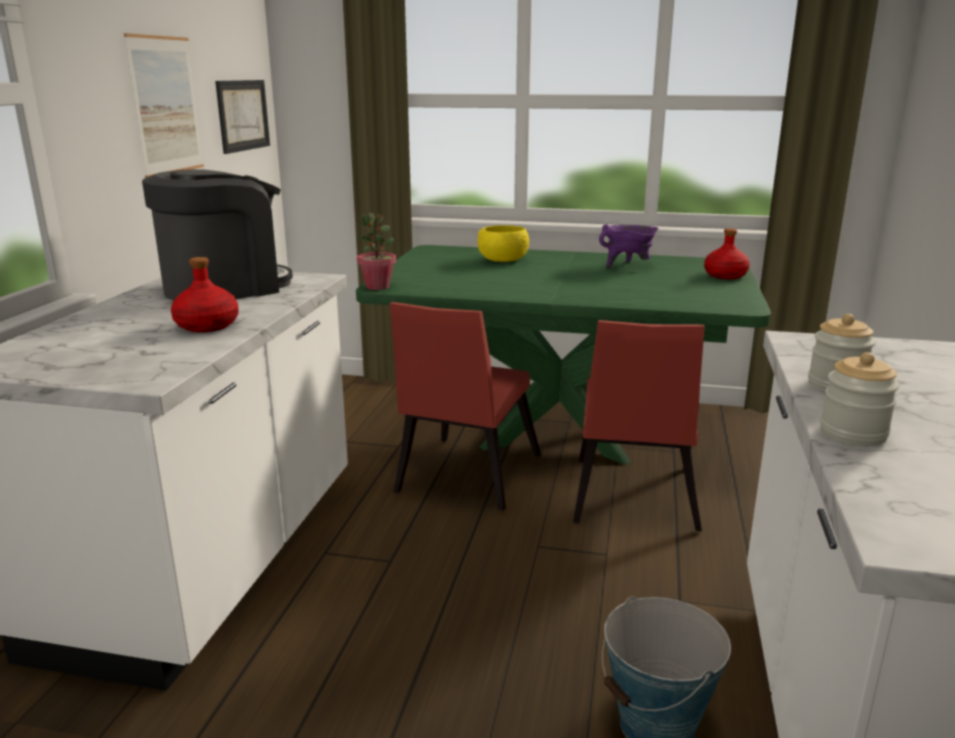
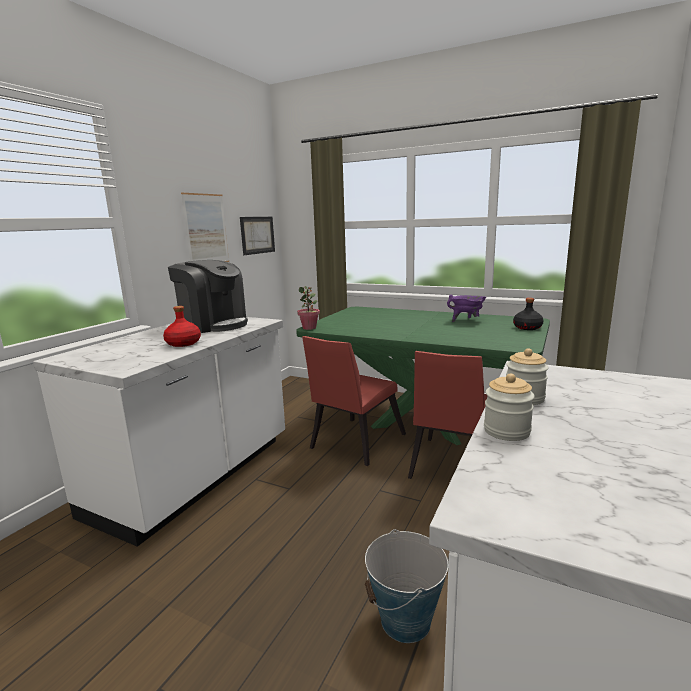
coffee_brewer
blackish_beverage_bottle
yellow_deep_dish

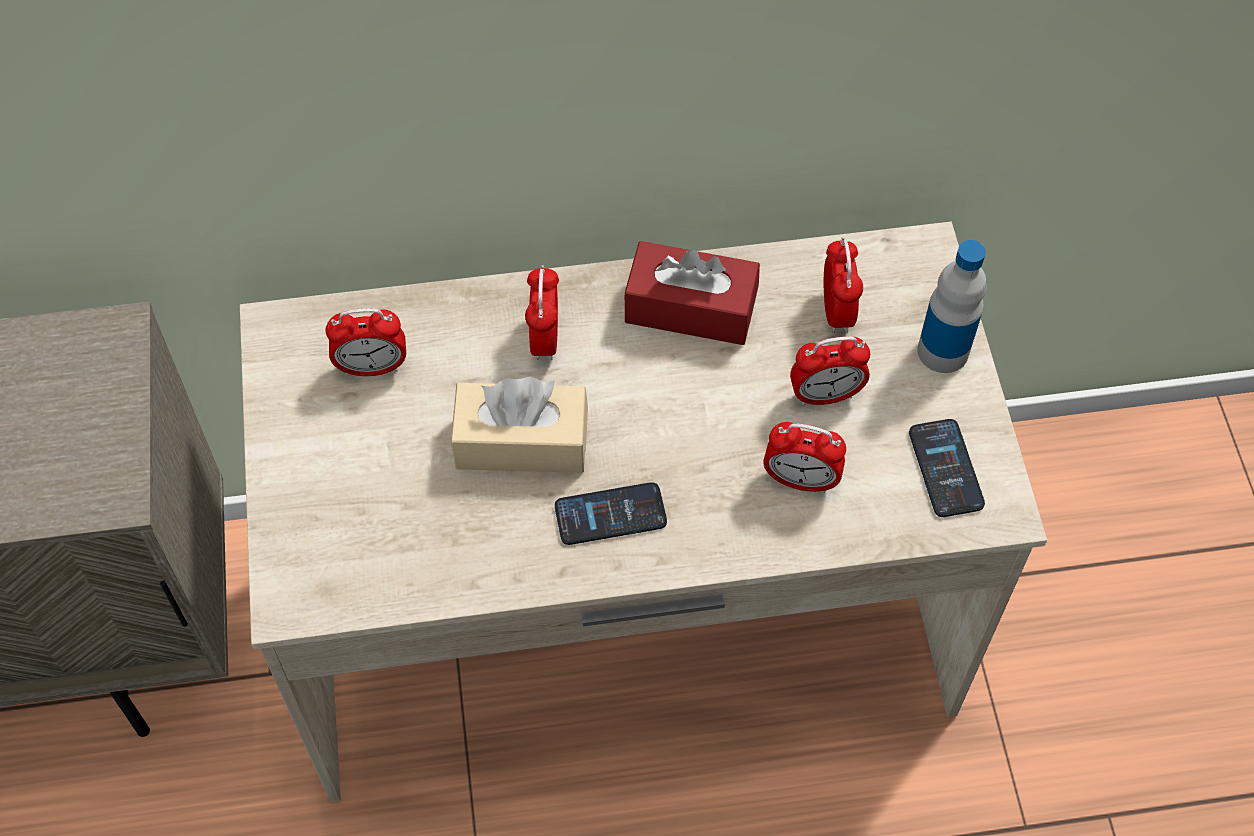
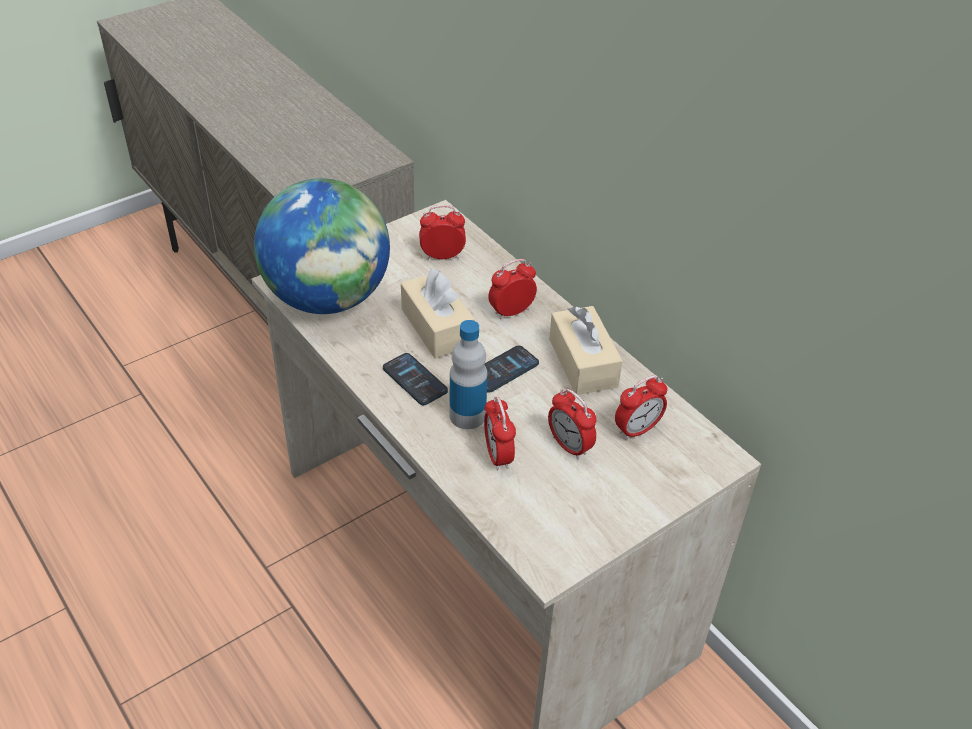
globe
bedside_clock (no. 1 from left)
beverage_bottle
phone (no. 2 from left)
sand-coloured_box_of_tissues (no. 2 from left)

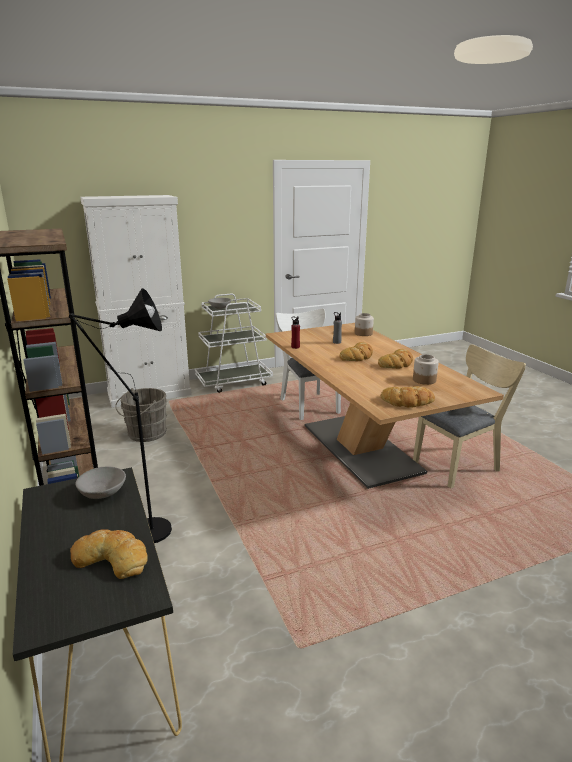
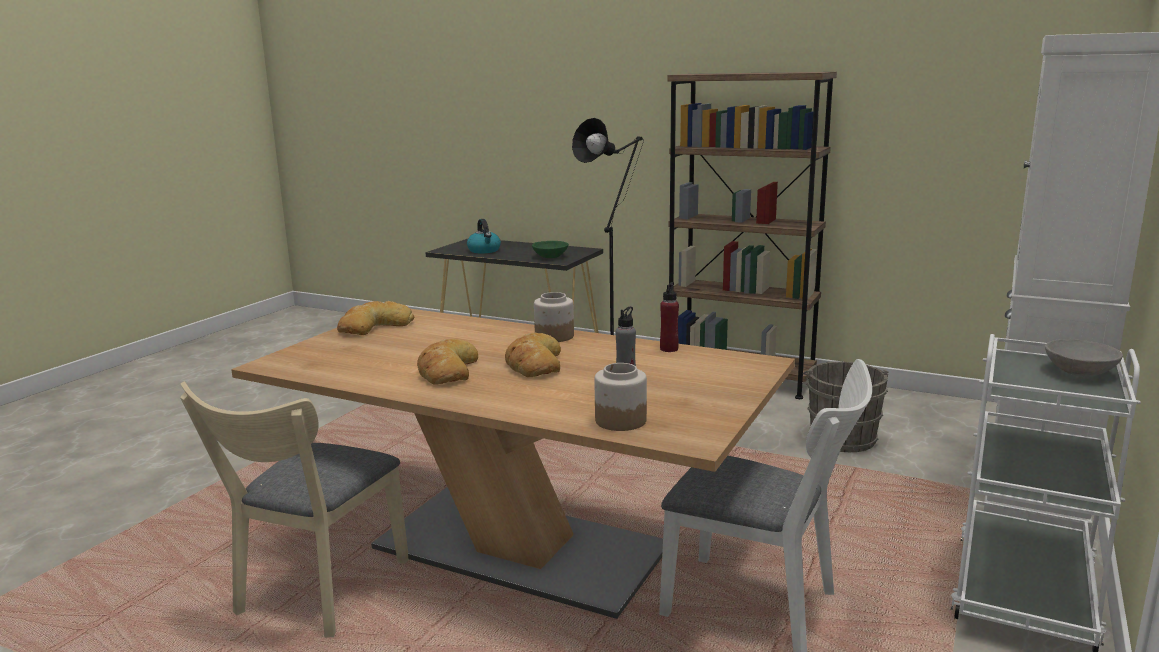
kettle
greenish_deep_dish
jar (no. 1 from left)

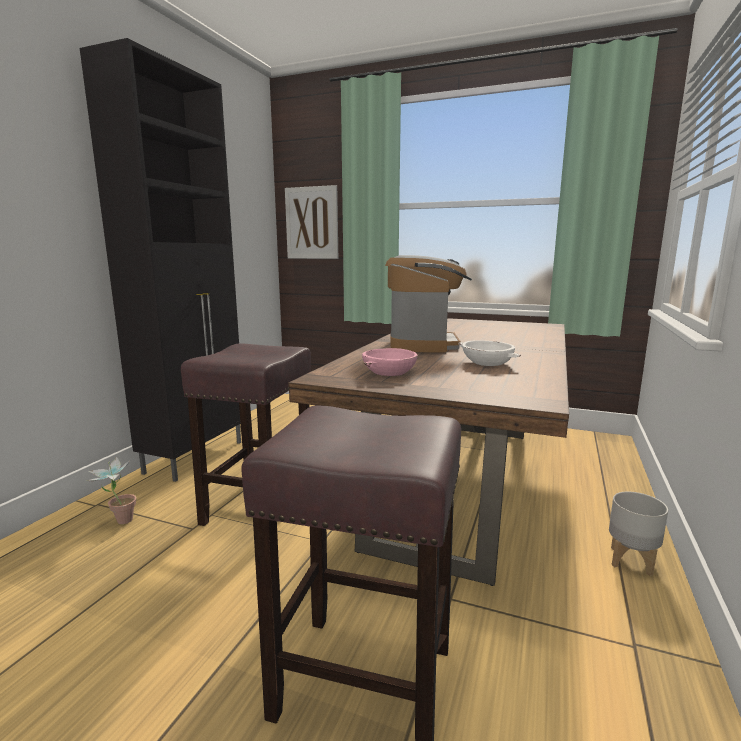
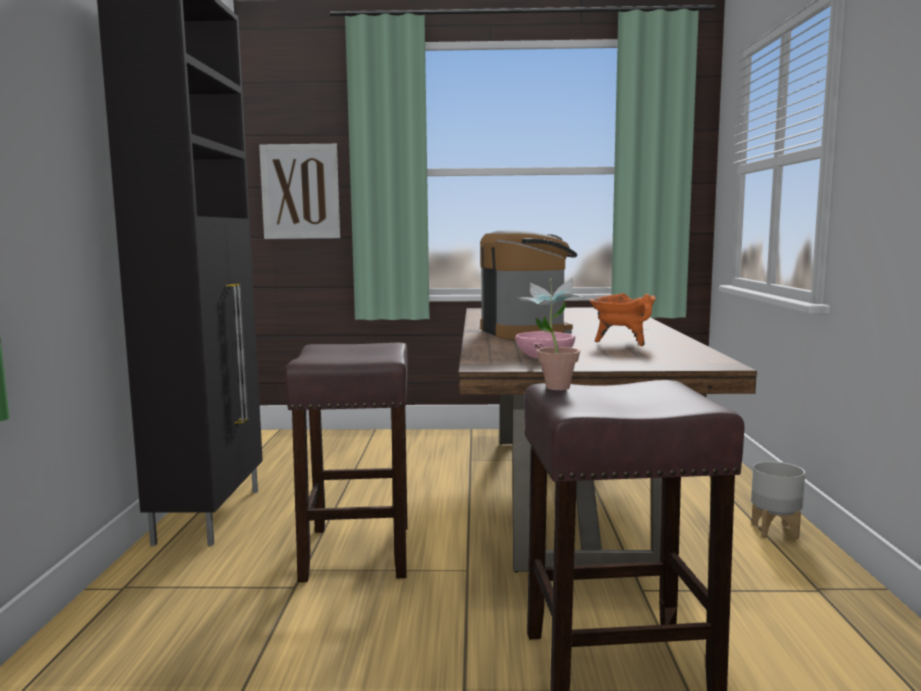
plant_in_a_pot
orange_stockpot

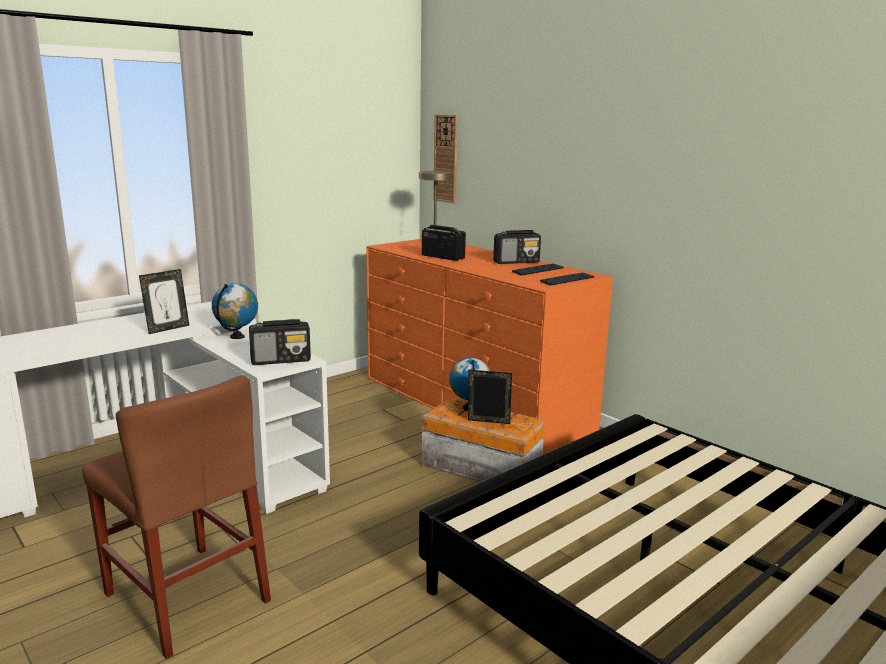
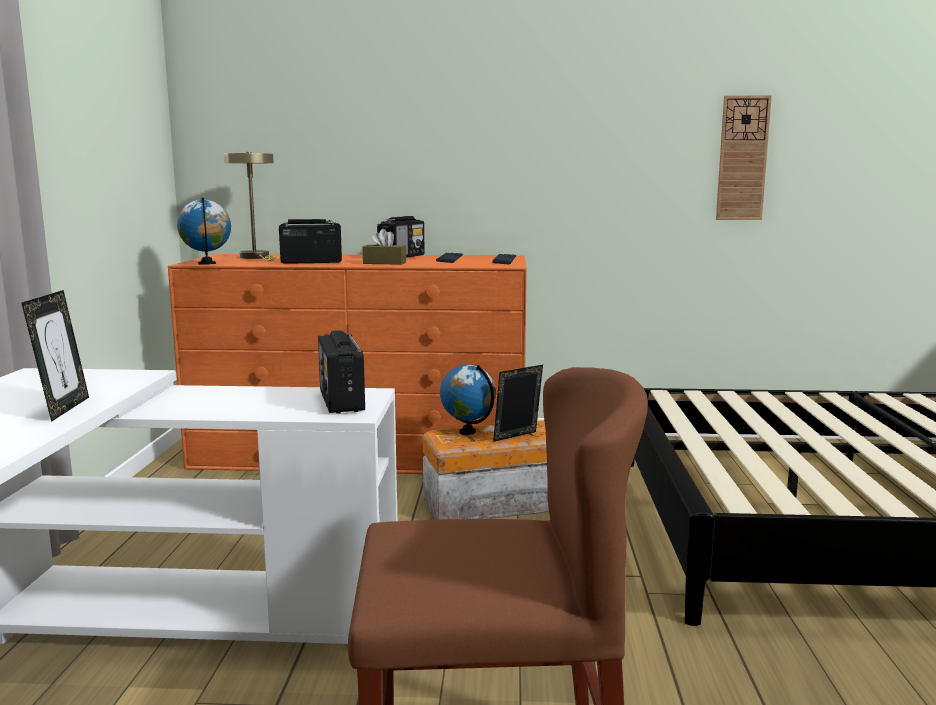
globe (no. 1 from left)
radio (no. 2 from left)
brown-coloured_box_of_tissues
hanging_clock

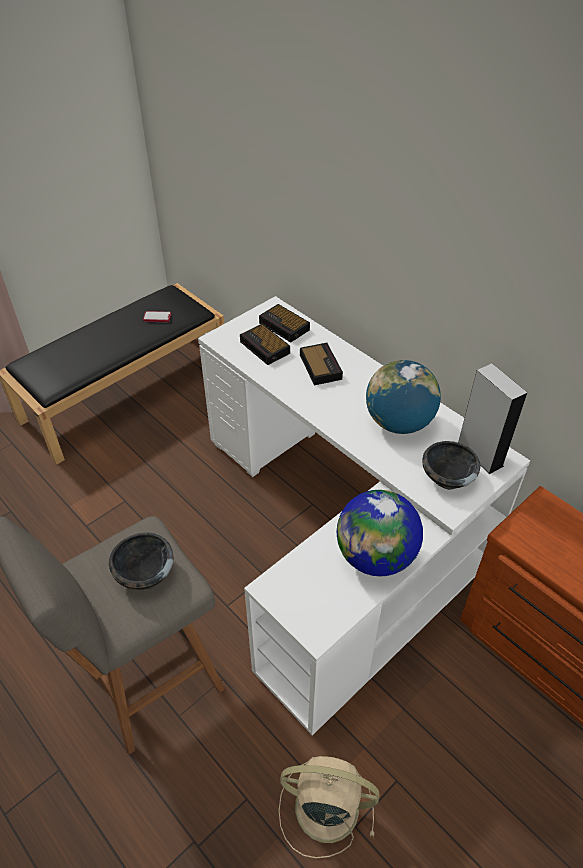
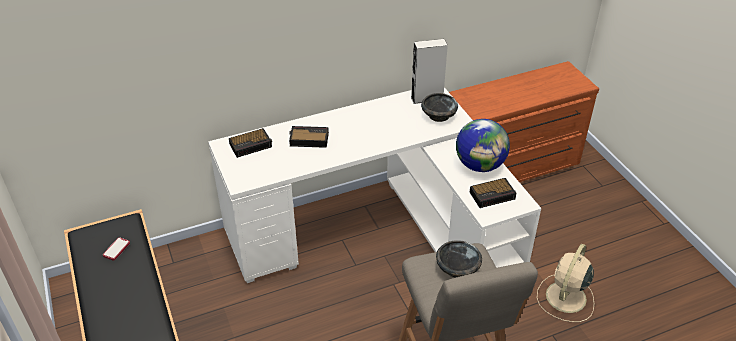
bedside_clock (no. 3 from left)
globe (no. 2 from left in the first image)

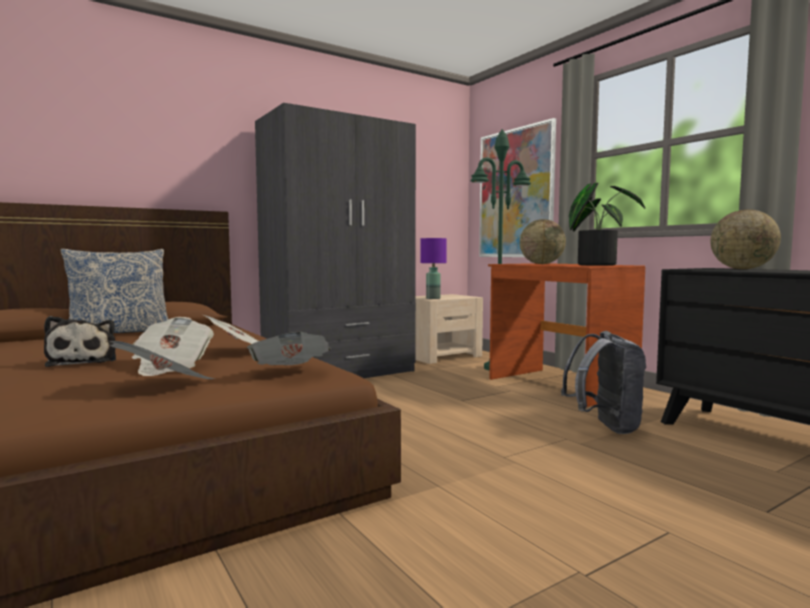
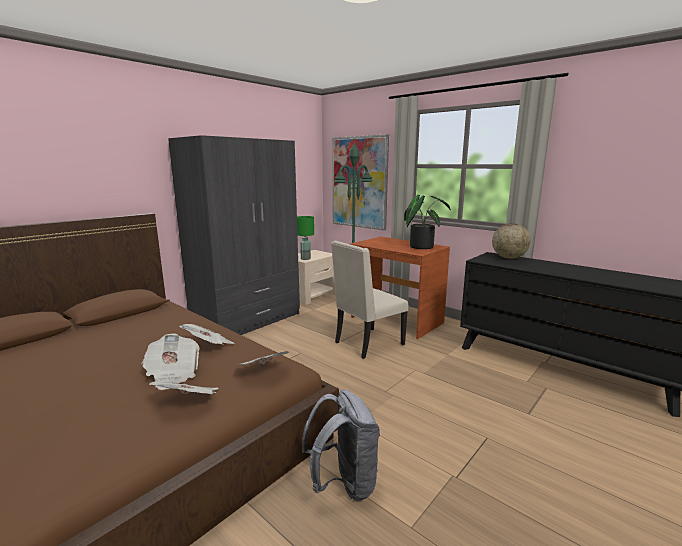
greenish_table_lamp
gray_rucksack
sand-coloured_plain_chair
plush_toy
throw_pillow
globe (no. 1 from left in the first image)

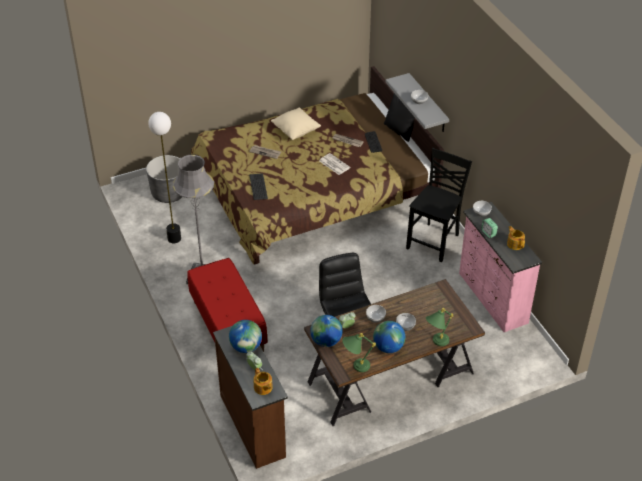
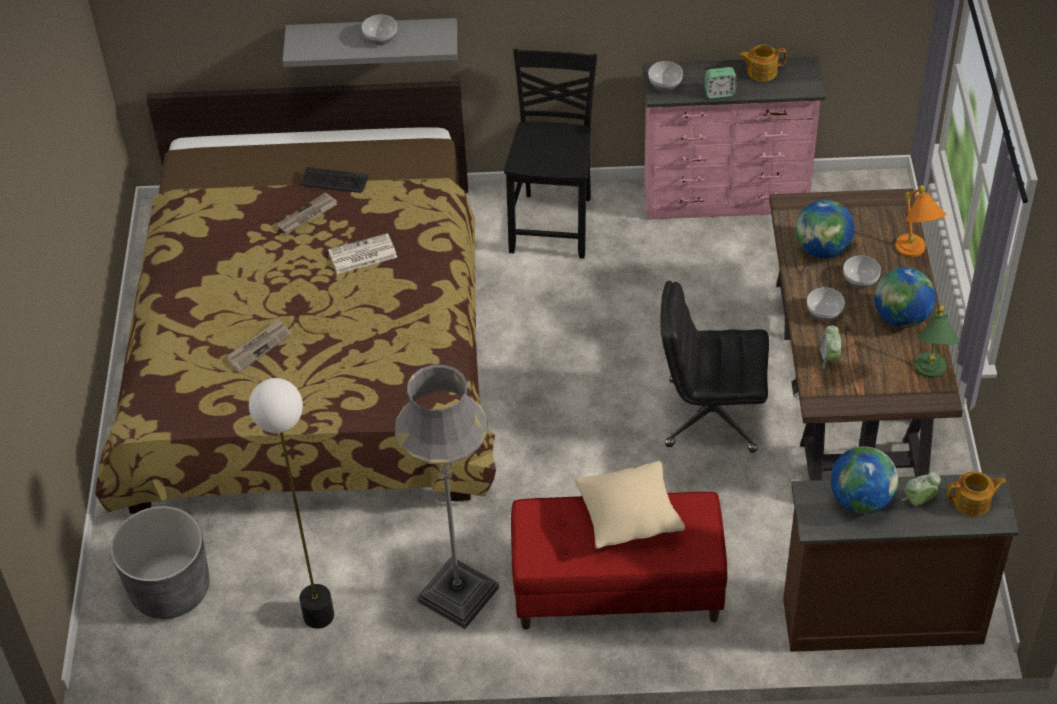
blackish_plain_chair
sand-coloured_throw_pillow
globe (no. 1 from left)
orange_table_lamp
keyboard (no. 1 from left in the first image)
blackish_throw_pillow

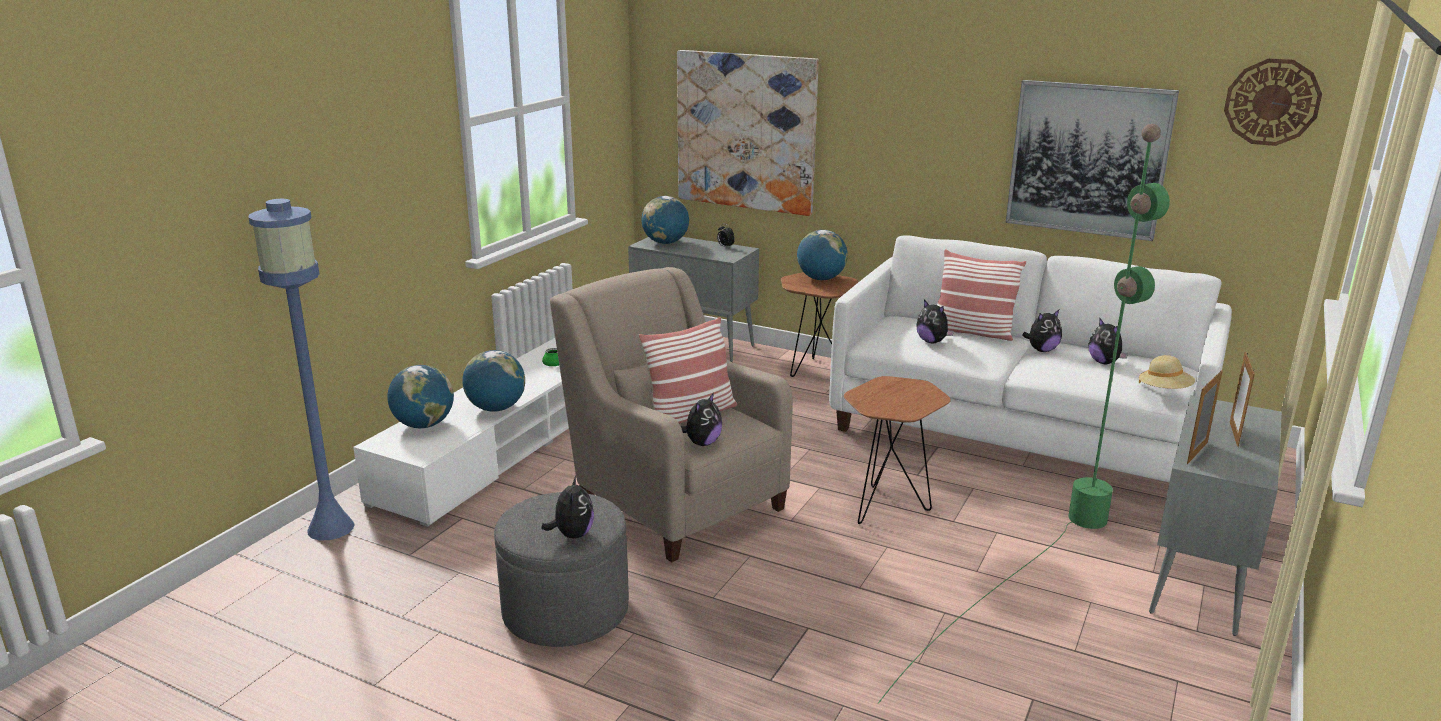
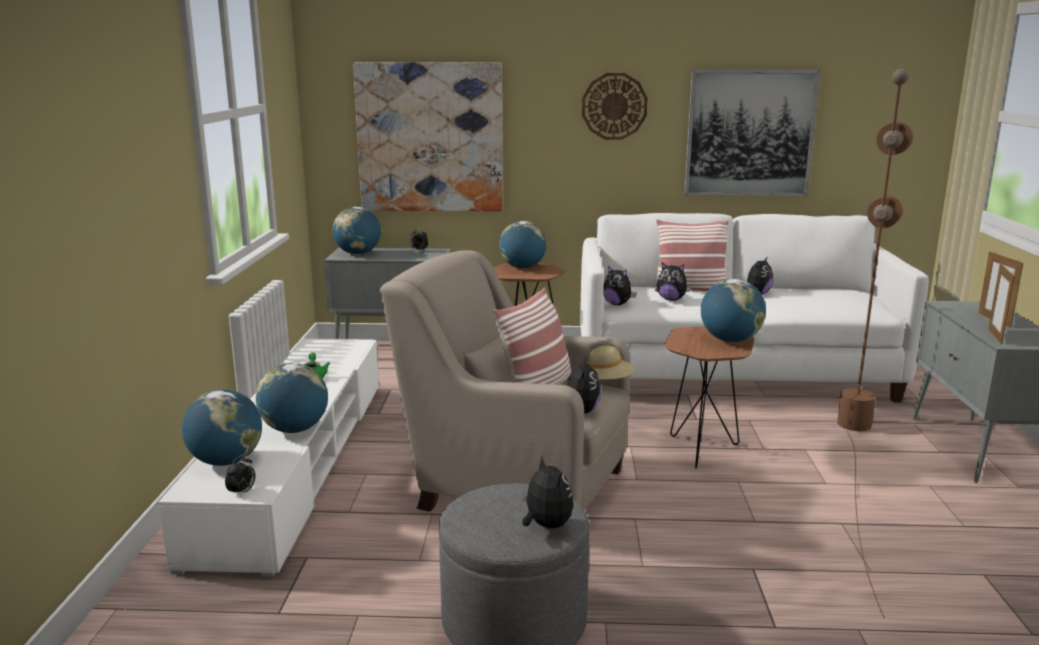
bedside_clock (no. 1 from left)
hanging_clock
sand-coloured_clothing_hat
plush_toy (no. 3 from left)
globe (no. 5 from left)
brown-coloured_standing_lamp
blue-coloured_standing_lamp

